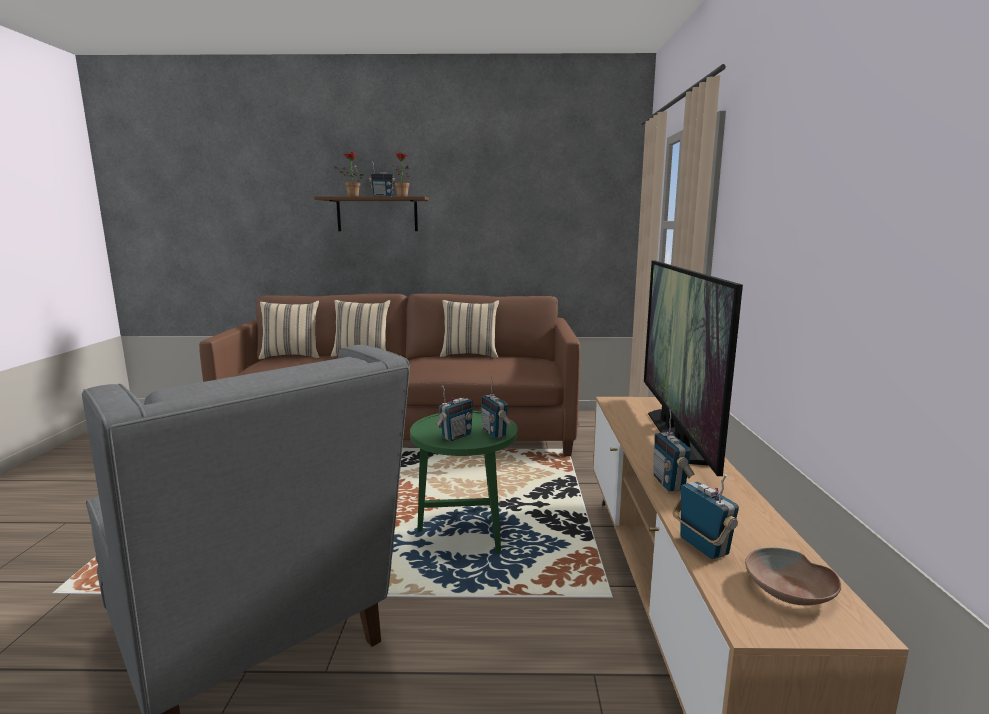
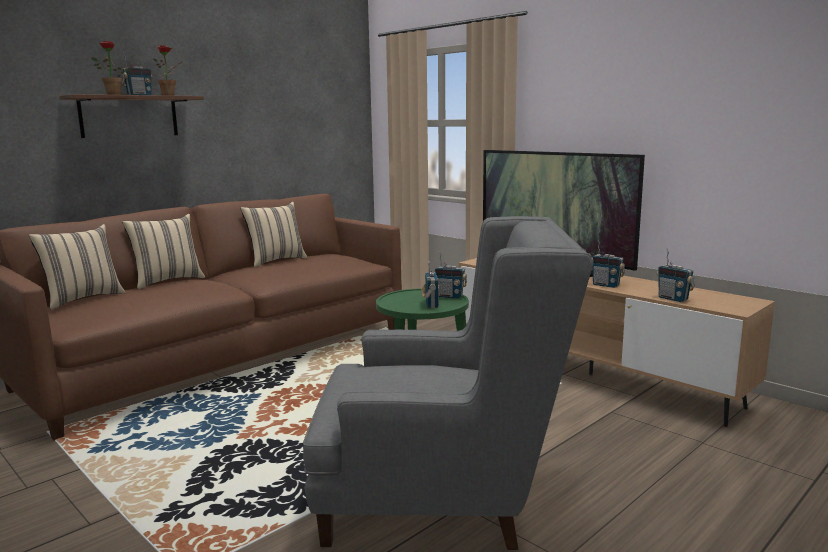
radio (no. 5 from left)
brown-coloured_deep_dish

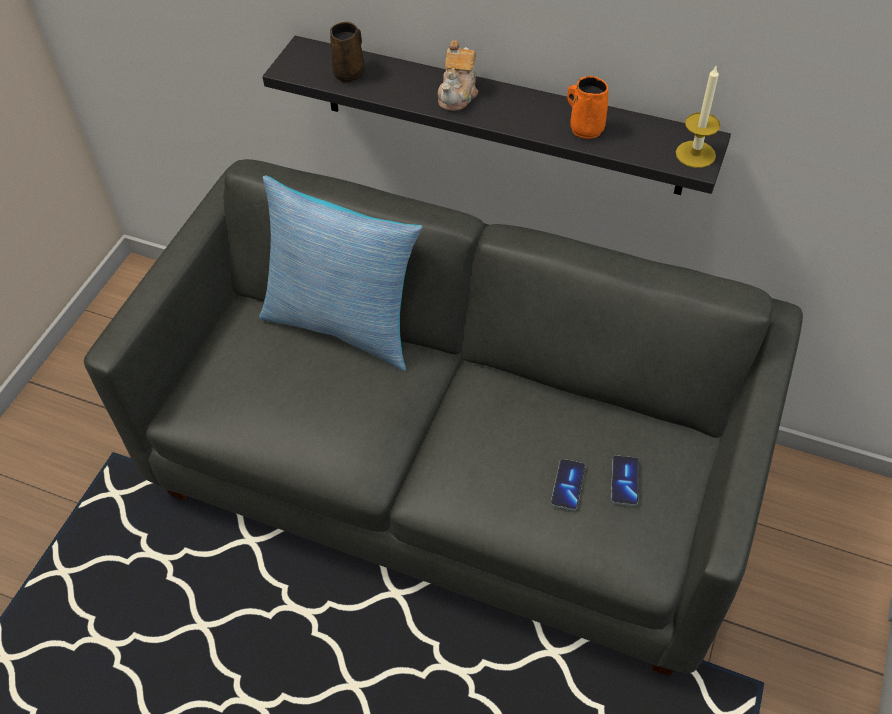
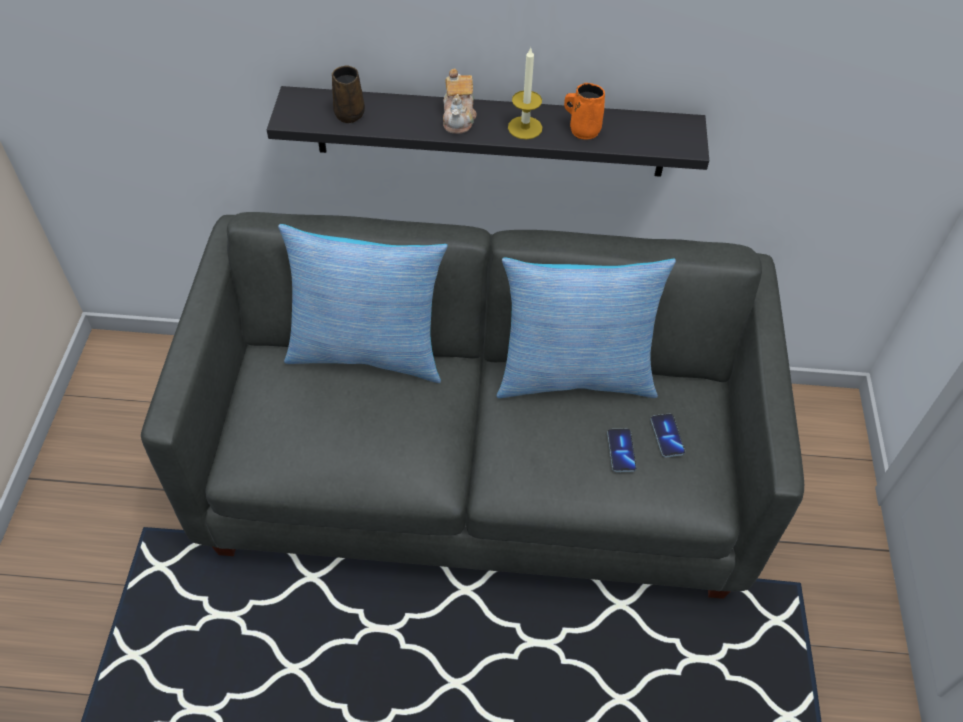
throw_pillow (no. 2 from left)
candle

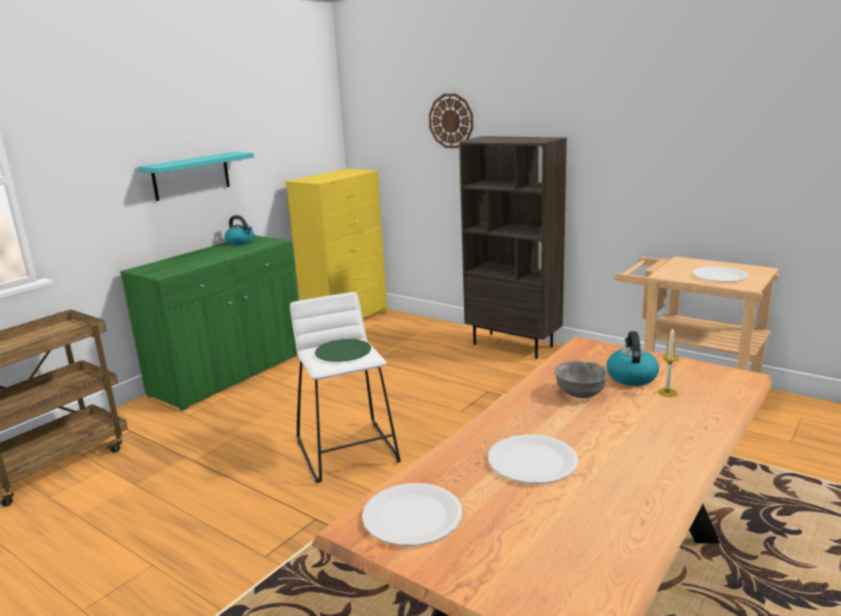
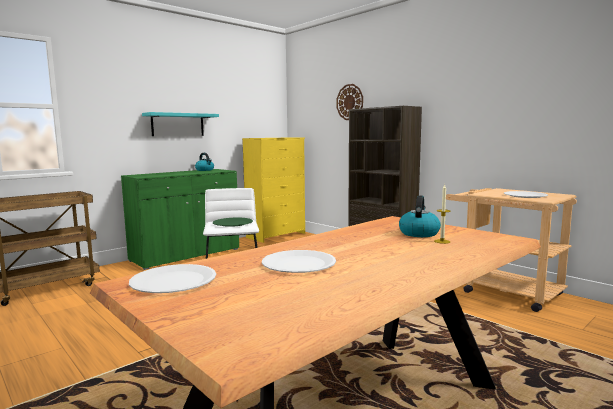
gray_deep_dish

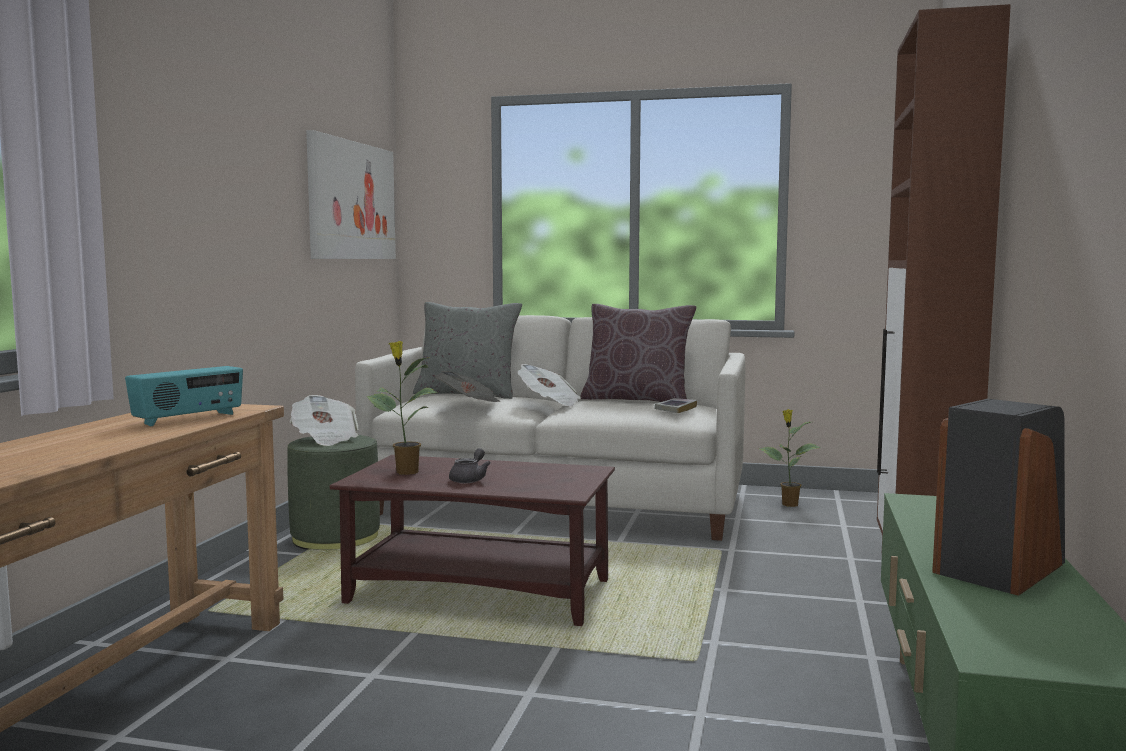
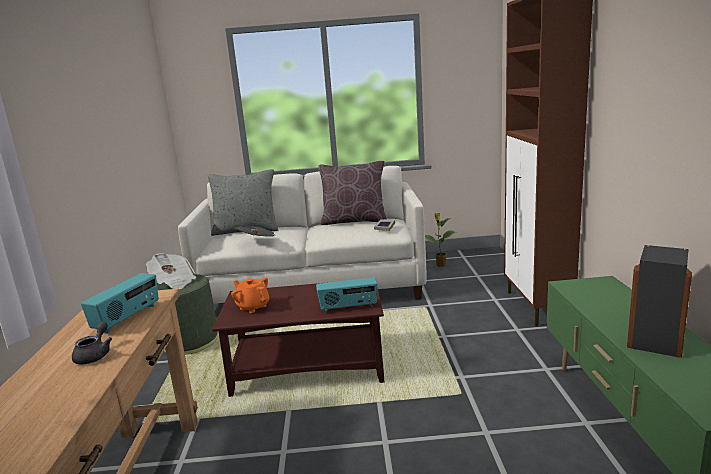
gray_tea_pot
orange_tea_pot
radio (no. 2 from left)
picture
printed_paper (no. 3 from left in the first image)

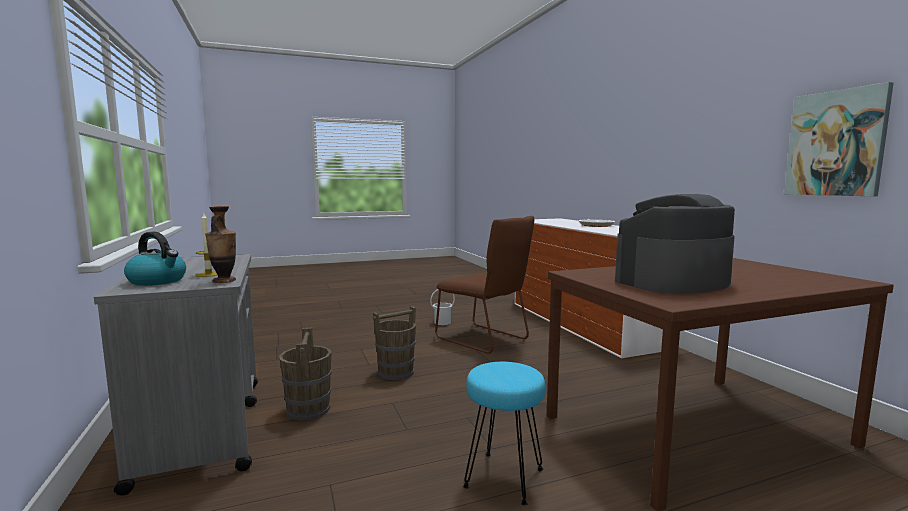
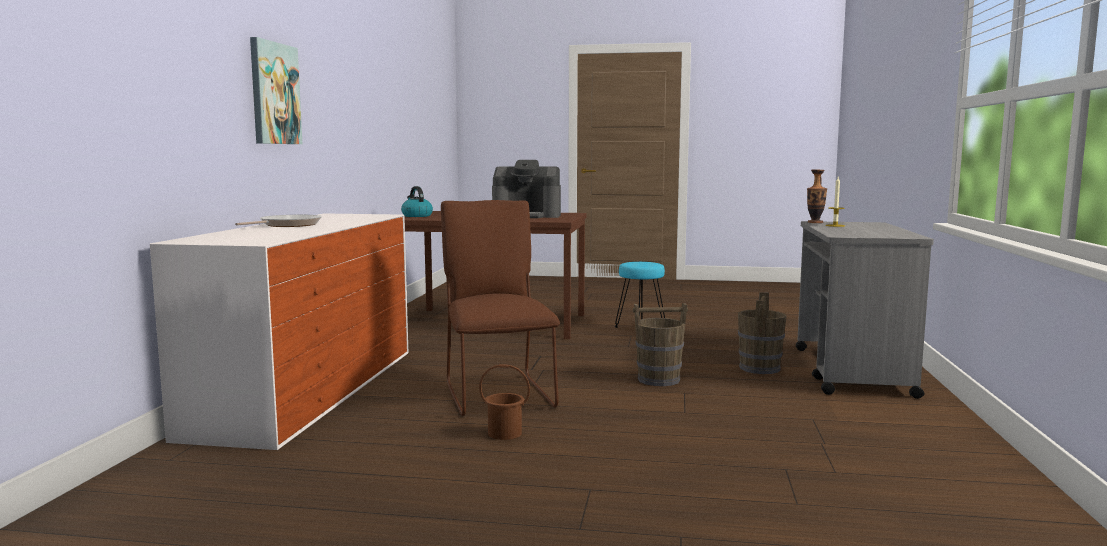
picture
kettle
brown-coloured_bucket (no. 1 from left)

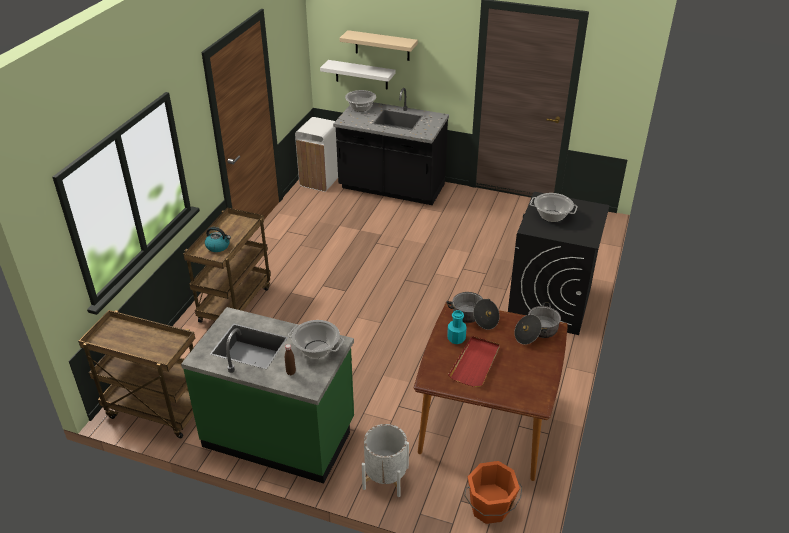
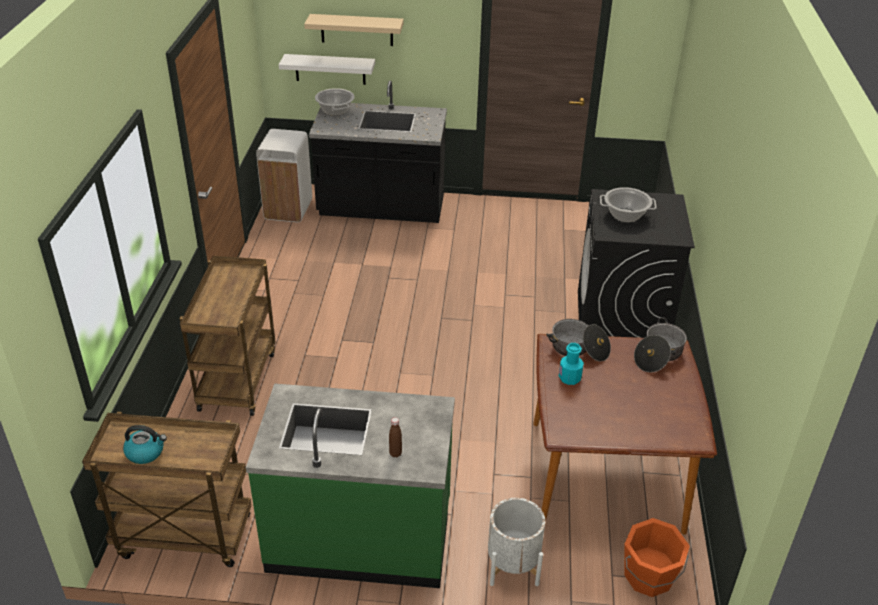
kettle
stockpot (no. 1 from left in the first image)
reddish_serving_tray

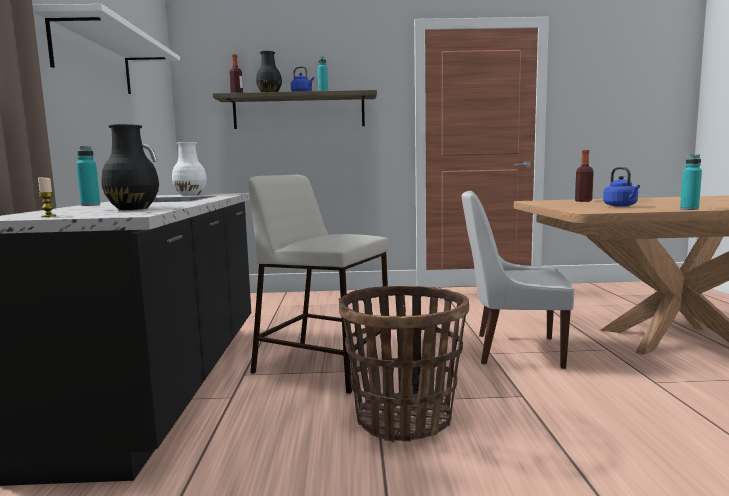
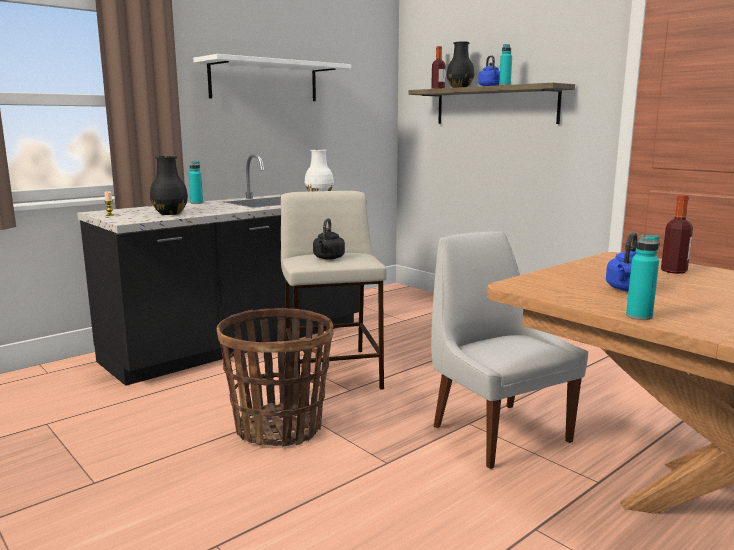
blackish_kettle

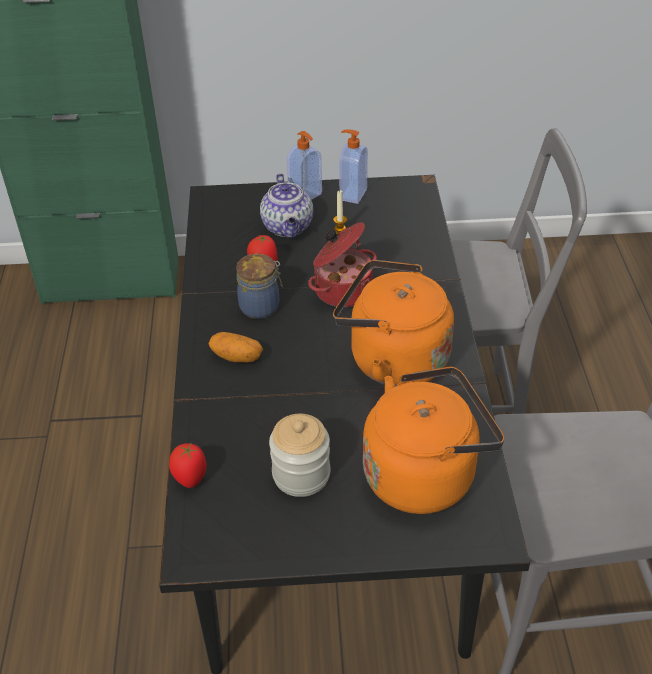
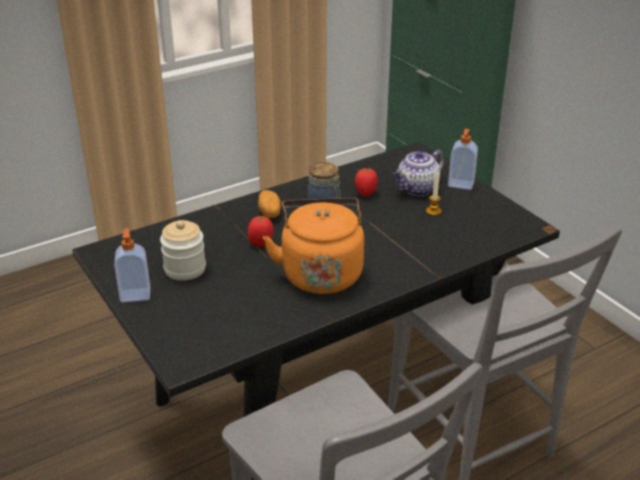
soap_dispenser (no. 1 from left)
whole_tomato (no. 1 from left)
stockpot
orange_kettle (no. 2 from left in the first image)

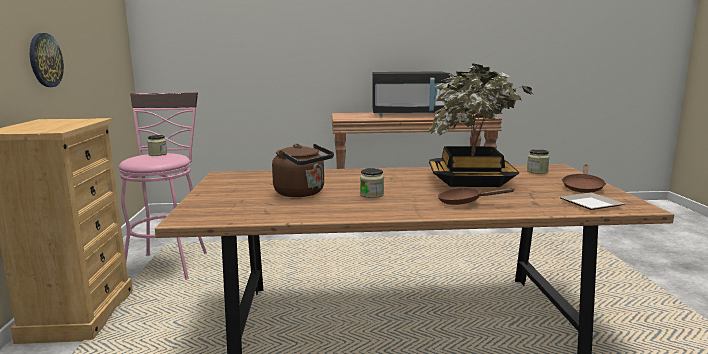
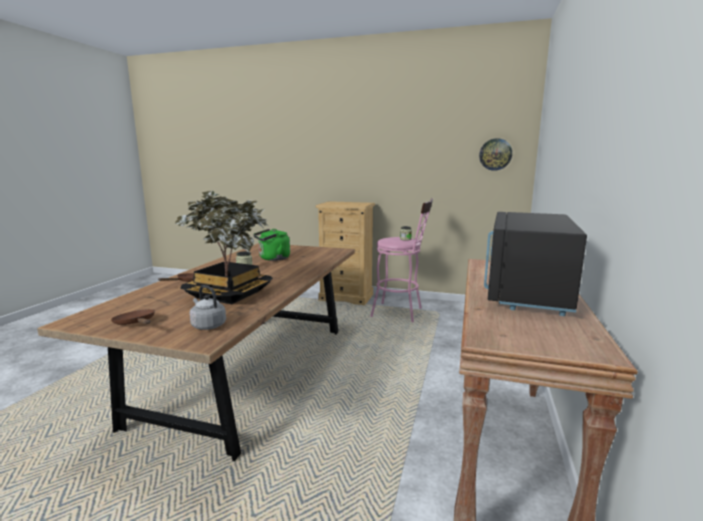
gray_kettle
greenish_kettle
hanging_clock
plate

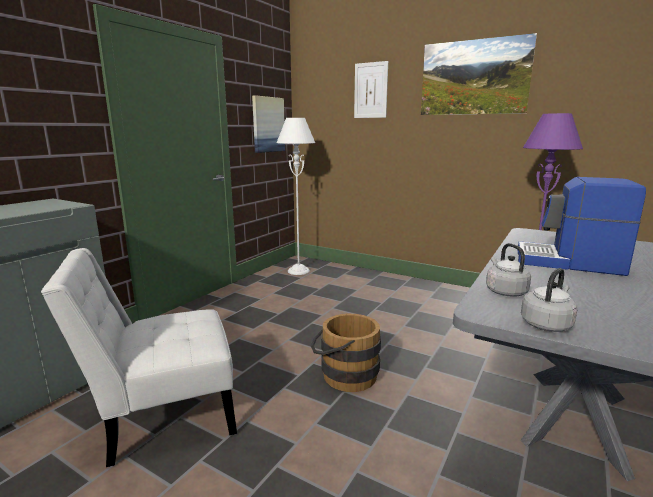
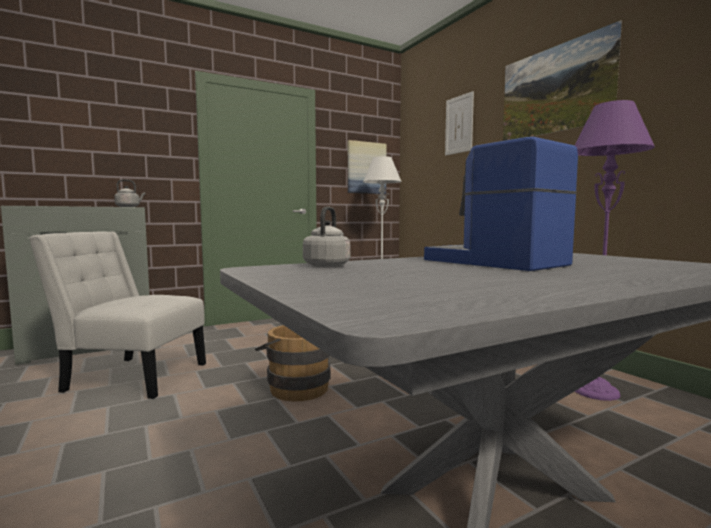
gray_kettle (no. 1 from left)

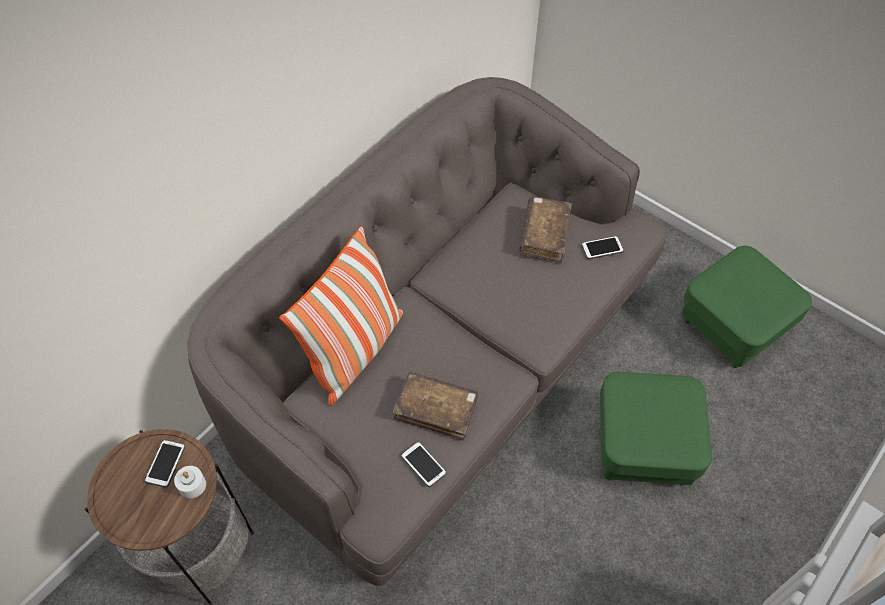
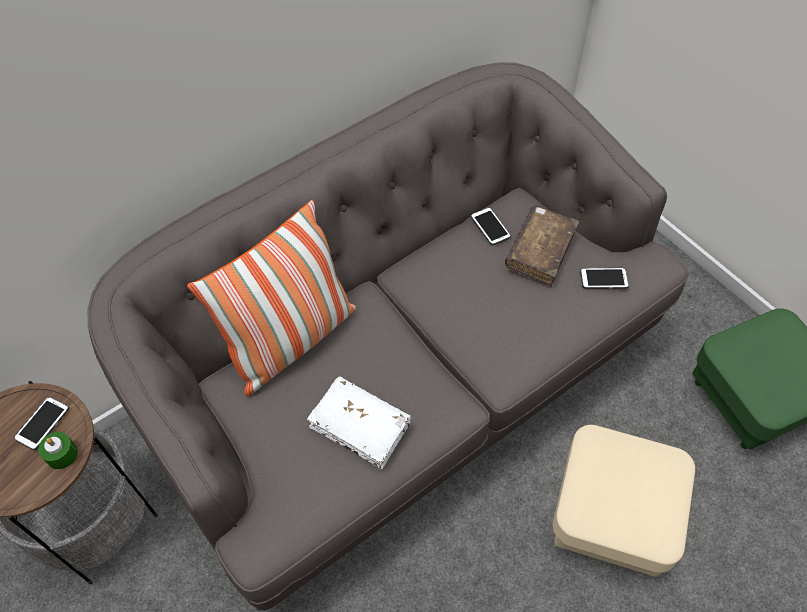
greenish_candle
white-coloured_bound_book
phone (no. 2 from left)
sand-coloured_footrest

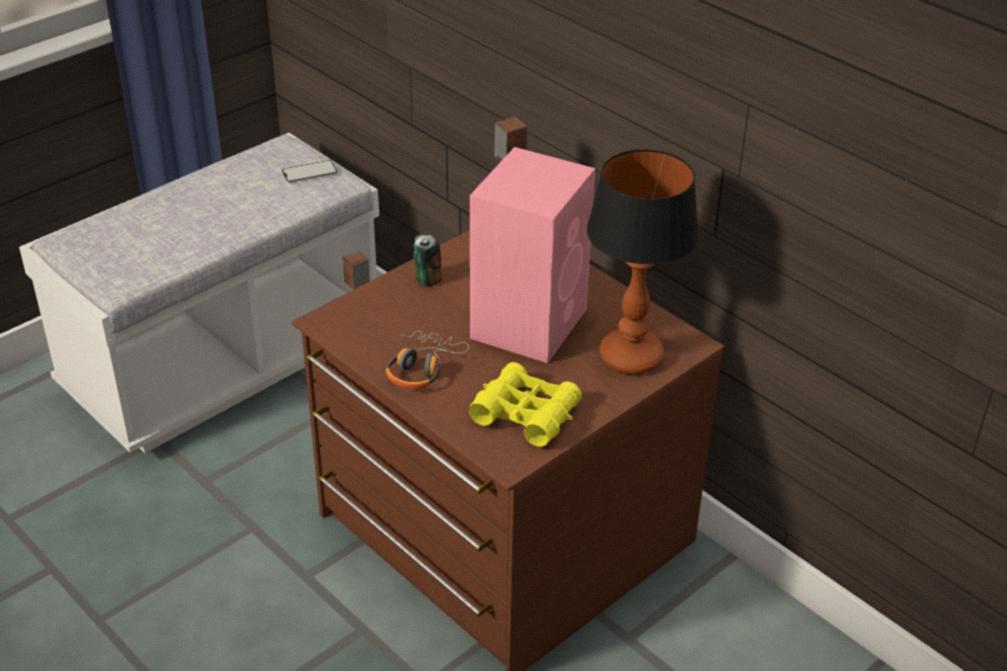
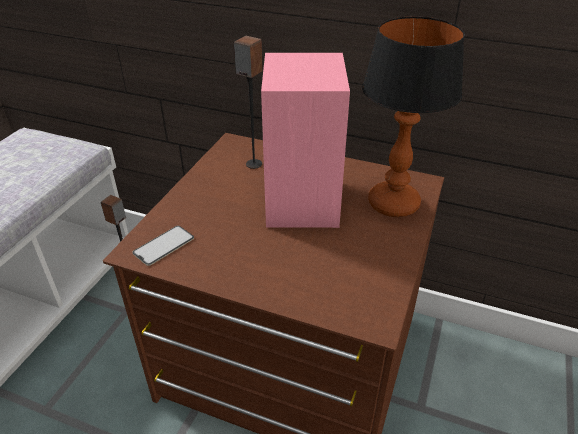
phone
headphones
can
yellow_binoculars

